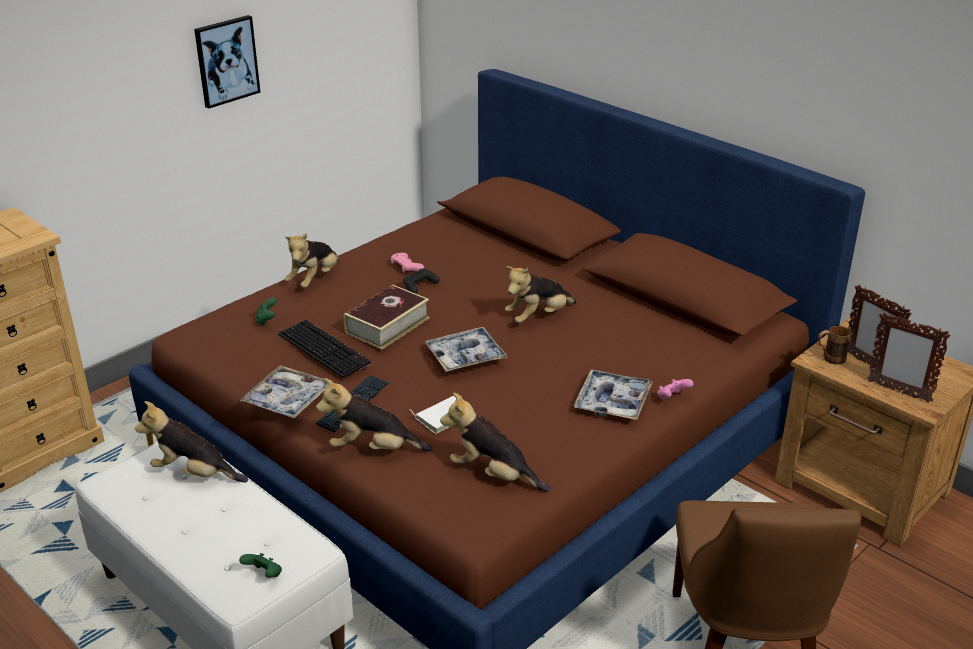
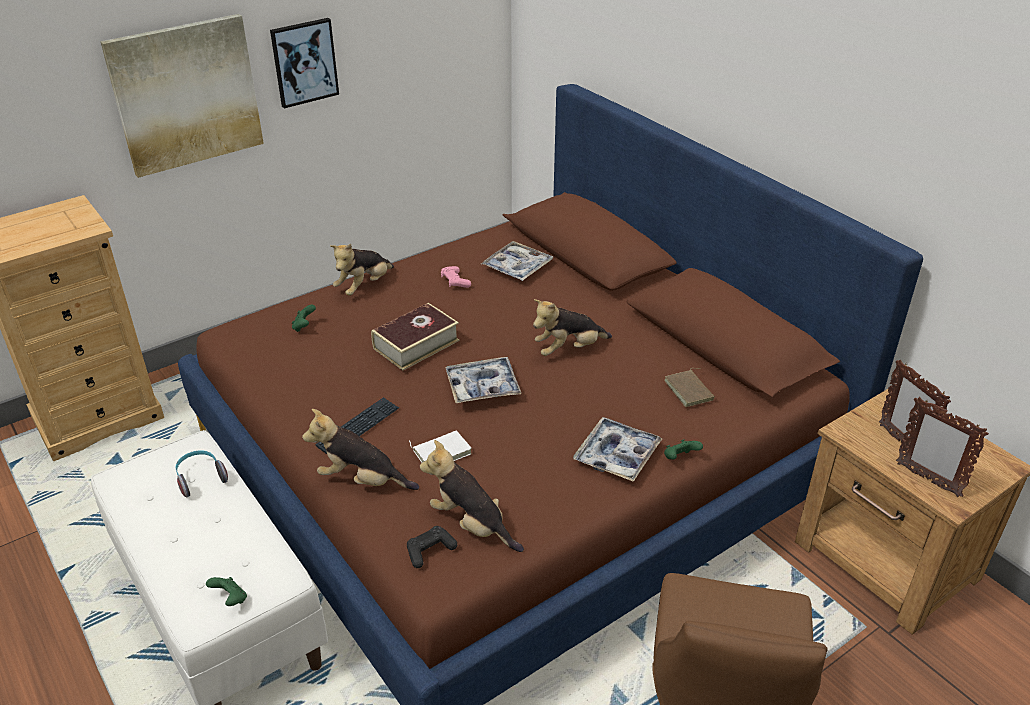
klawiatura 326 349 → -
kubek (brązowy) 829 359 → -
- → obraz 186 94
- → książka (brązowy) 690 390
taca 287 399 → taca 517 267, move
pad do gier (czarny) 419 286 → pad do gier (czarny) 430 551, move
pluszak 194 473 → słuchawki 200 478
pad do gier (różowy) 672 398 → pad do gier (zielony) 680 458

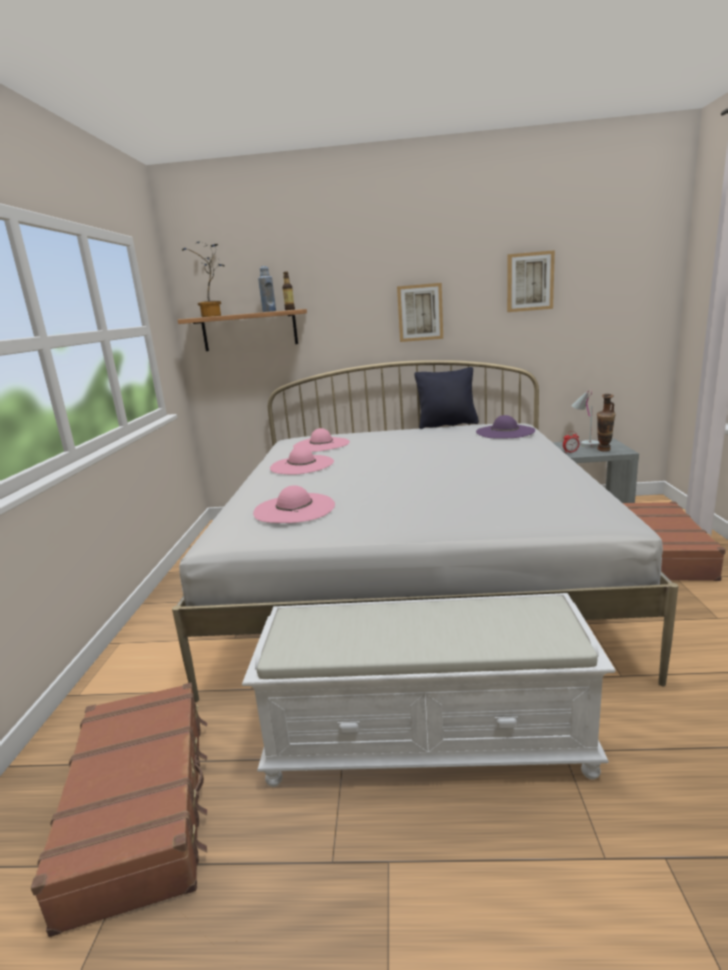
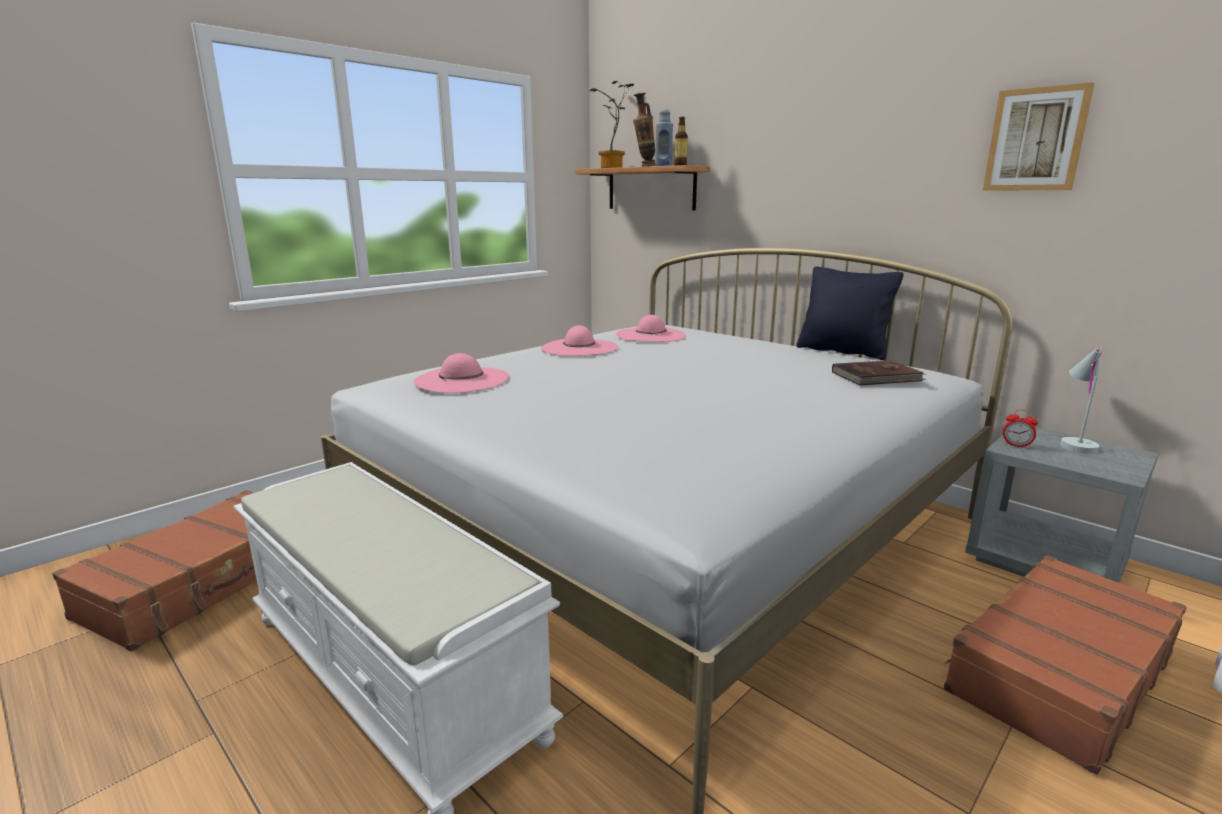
obraz 420 312 → -
wazon 603 451 → wazon 644 167, move
kapelusz (fioletowy) 505 431 → książka (brązowy) 877 377

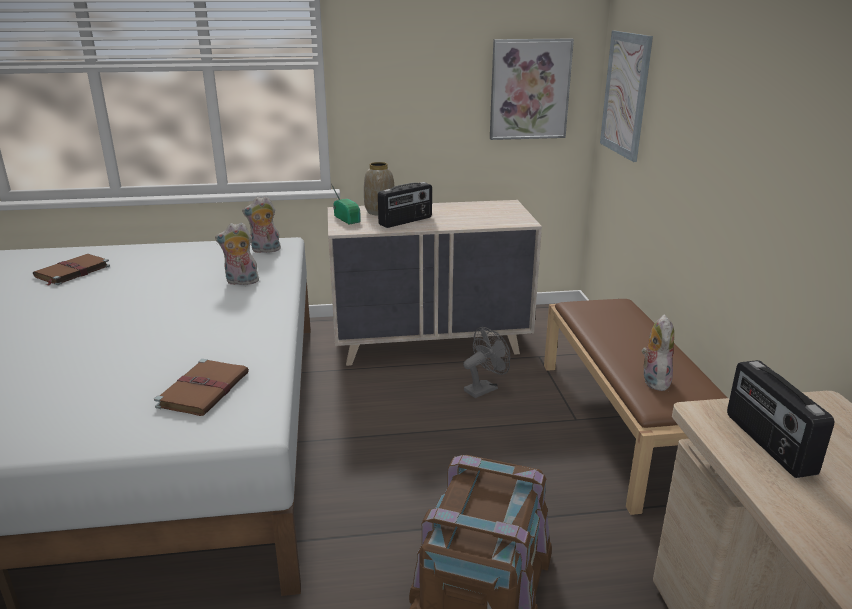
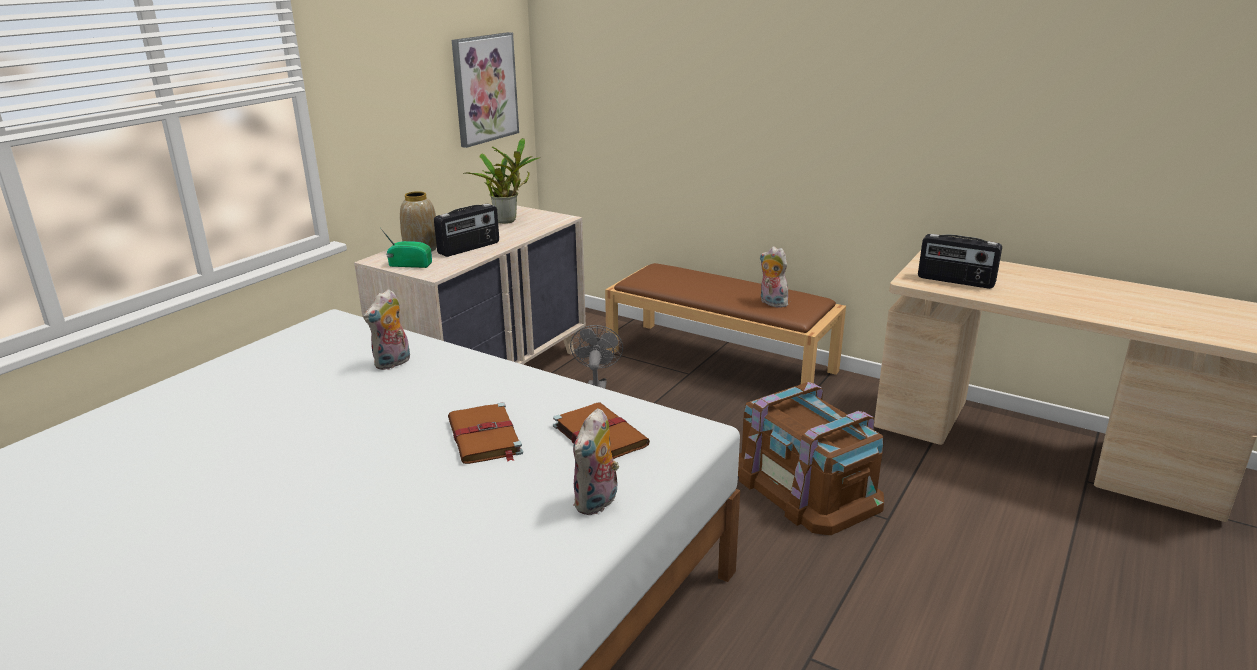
obraz 625 94 → -
- → roślina doniczkowa 508 220
książka (brązowy) 71 272 → książka (brązowy) 485 437, move
pluszak 265 250 → pluszak 597 503, move
radio 406 221 → radio 469 248, 45 degrees clockwise

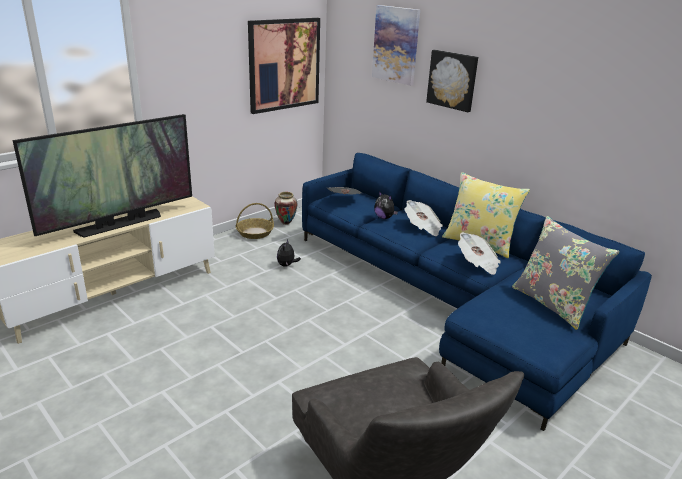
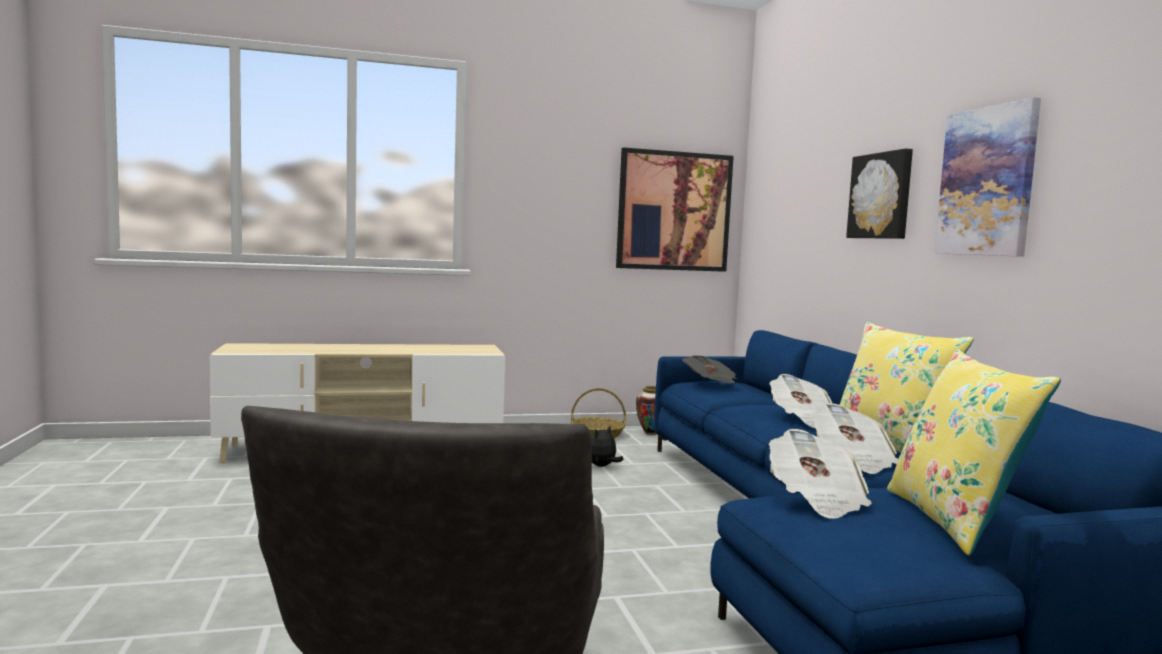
telewizor 120 223 → -
pluszak 384 218 → -
- → gazeta 816 500
obraz 396 45 → obraz 987 182, move
poduszka (szary) 553 304 → poduszka (żółty) 954 521

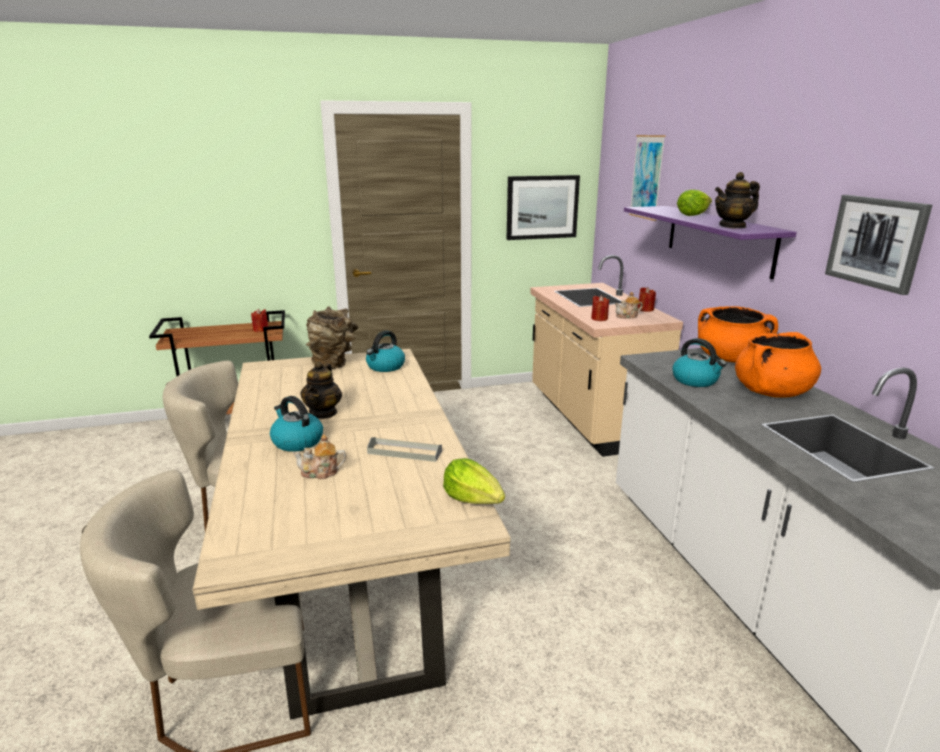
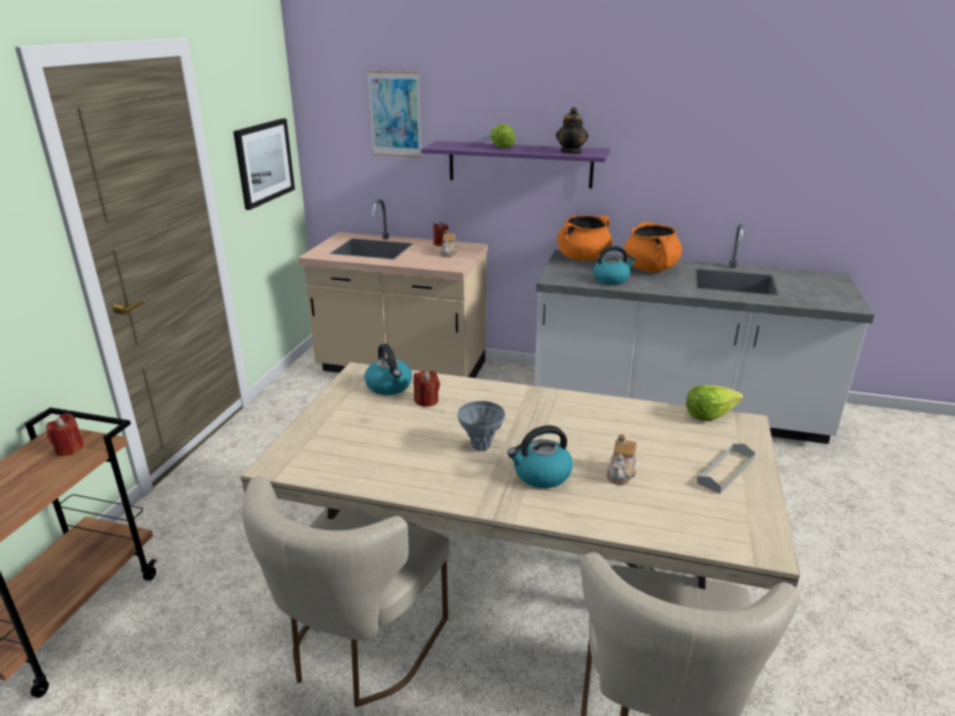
wazon (brązowy) 334 364 → -
obraz 876 242 → -
taca (szary) 404 452 → taca (szary) 726 471, move
świeca (czerwony) 599 318 → świeca (czerwony) 426 400, move
imbryk 323 413 → wazon (szary) 481 446

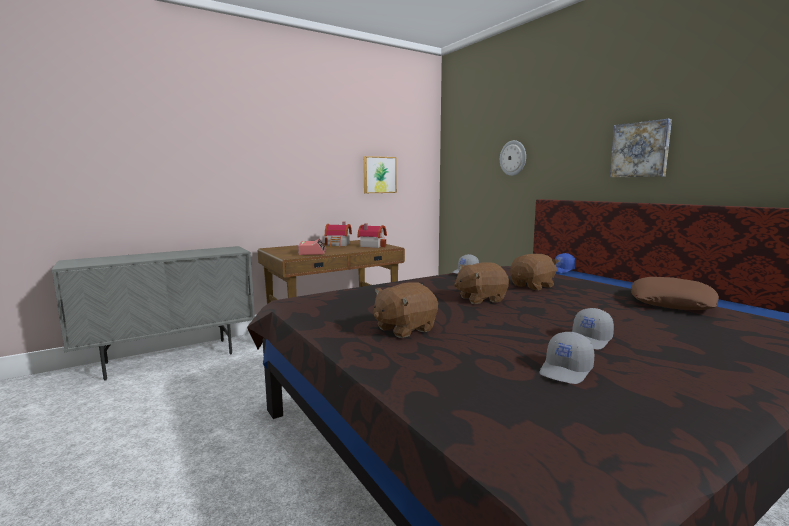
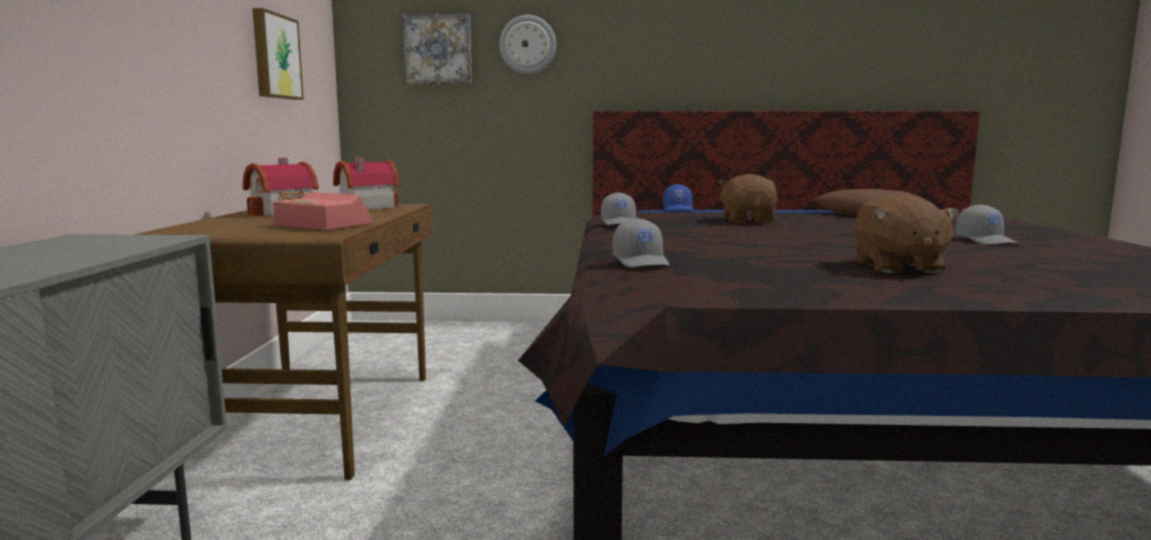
pluszak (brązowy) 480 299 → -
czapka z daszkiem (szary) 566 371 → czapka z daszkiem (szary) 642 261, move
obraz 640 150 → obraz 438 50, move

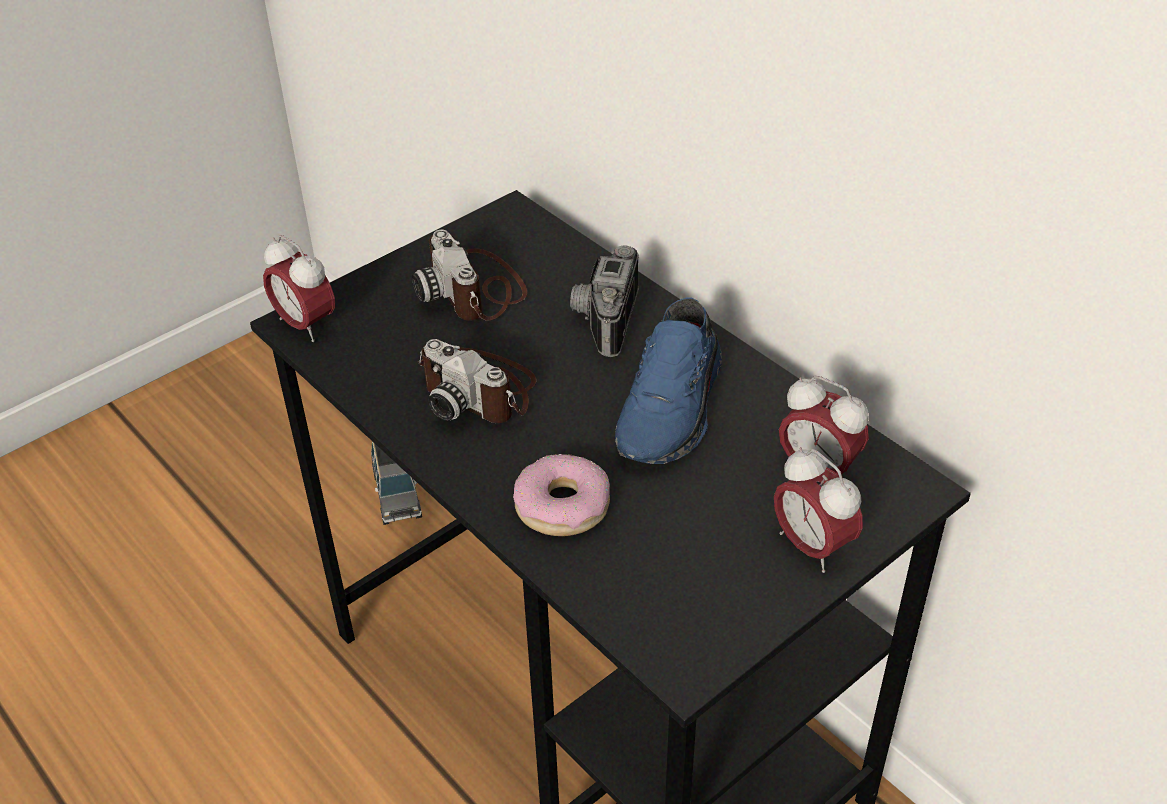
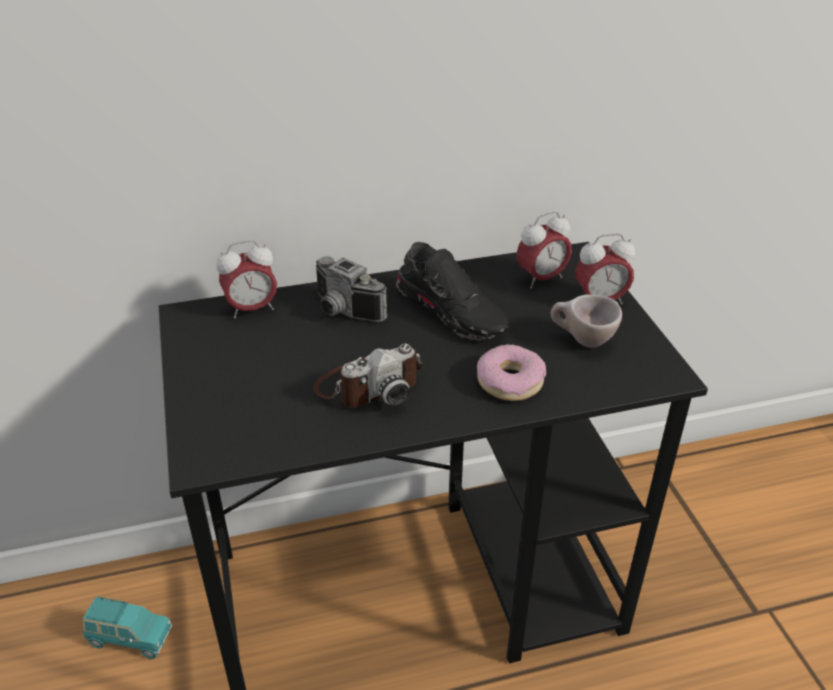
aparat fotograficzny 475 290 → -
- → filiżanka (beżowy) 581 341
budzik 305 325 → budzik 252 309, move
samochodzik (szary) 397 494 → samochodzik (turkusowy) 129 638
but (niebieski) 674 408 → but (czarny) 453 310

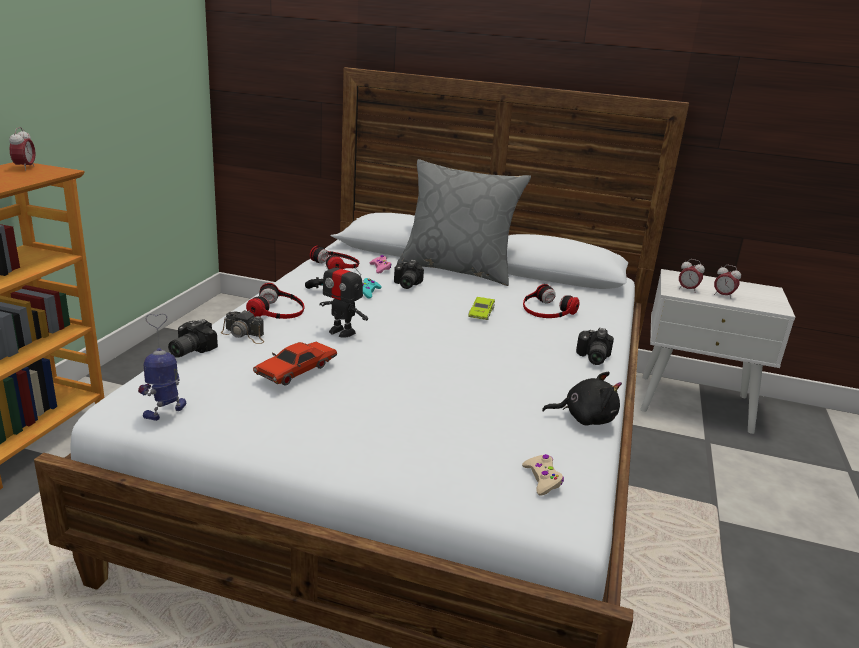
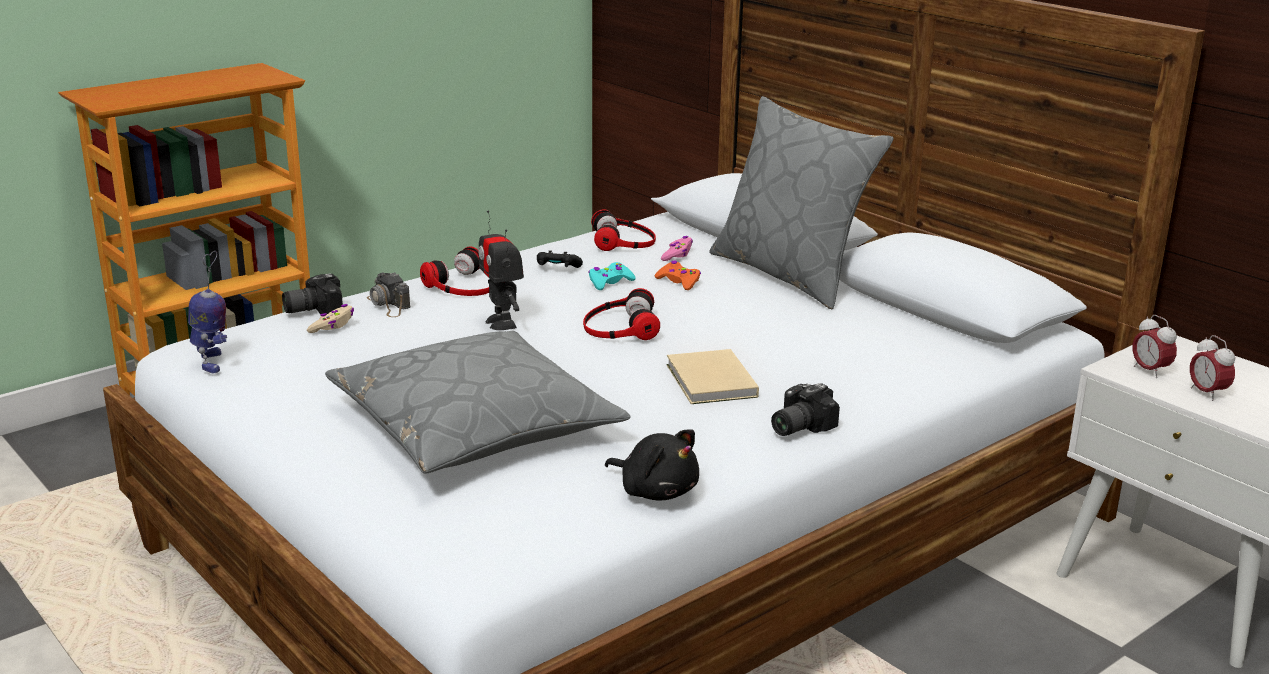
budzik 25 168 → -
samochodzik (czerwony) 296 370 → -
samochodzik (zielony) 481 313 → -
- → poduszka (szary) 475 426
- → książka (beżowy) 710 382
pad do gier (beżowy) 542 479 → pad do gier (beżowy) 332 325, move
słuchawki 546 310 → słuchawki 620 327, move
aparat fotograficzny 405 284 → pad do gier (pomarańczowy) 679 281
robot zabawkowy 166 411 → robot zabawkowy 212 363, 90 degrees clockwise

